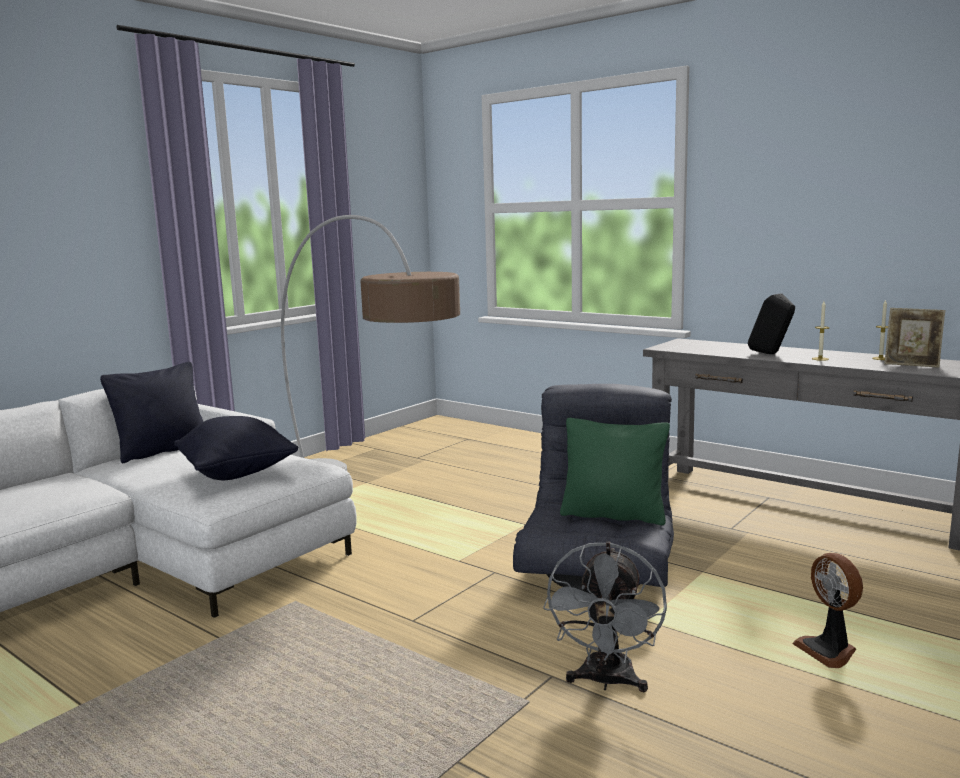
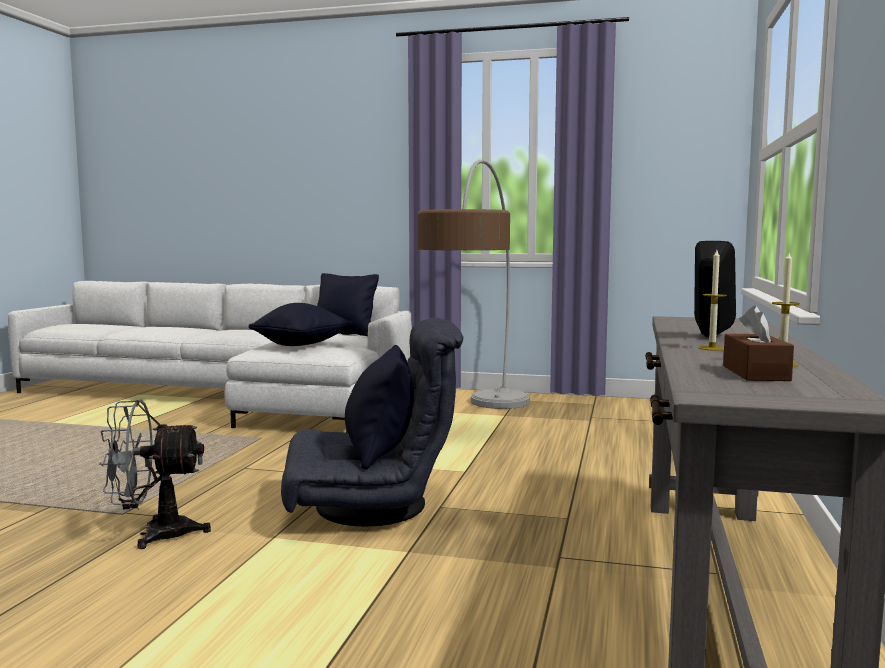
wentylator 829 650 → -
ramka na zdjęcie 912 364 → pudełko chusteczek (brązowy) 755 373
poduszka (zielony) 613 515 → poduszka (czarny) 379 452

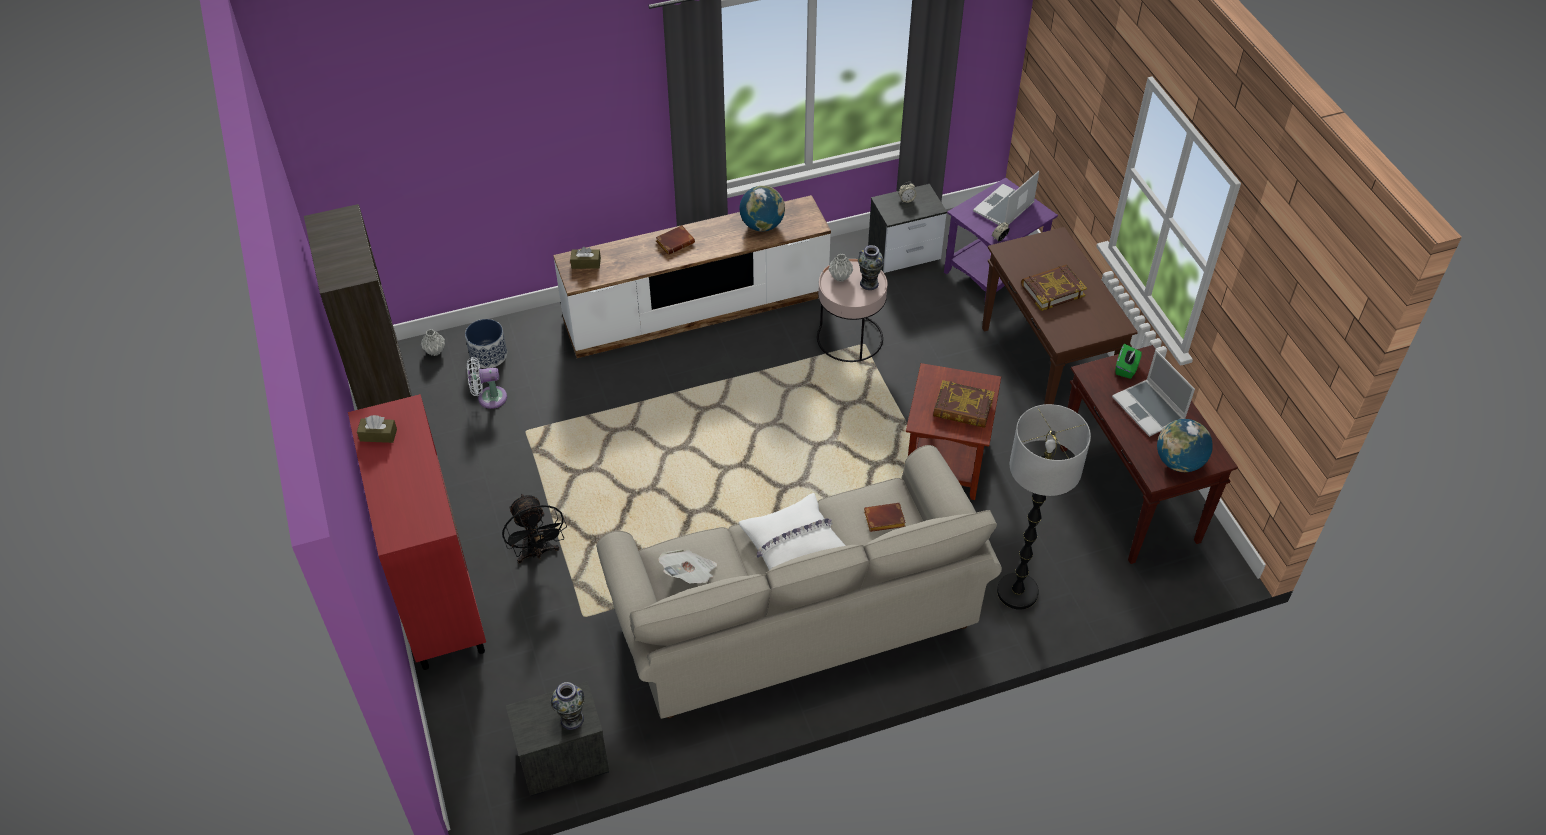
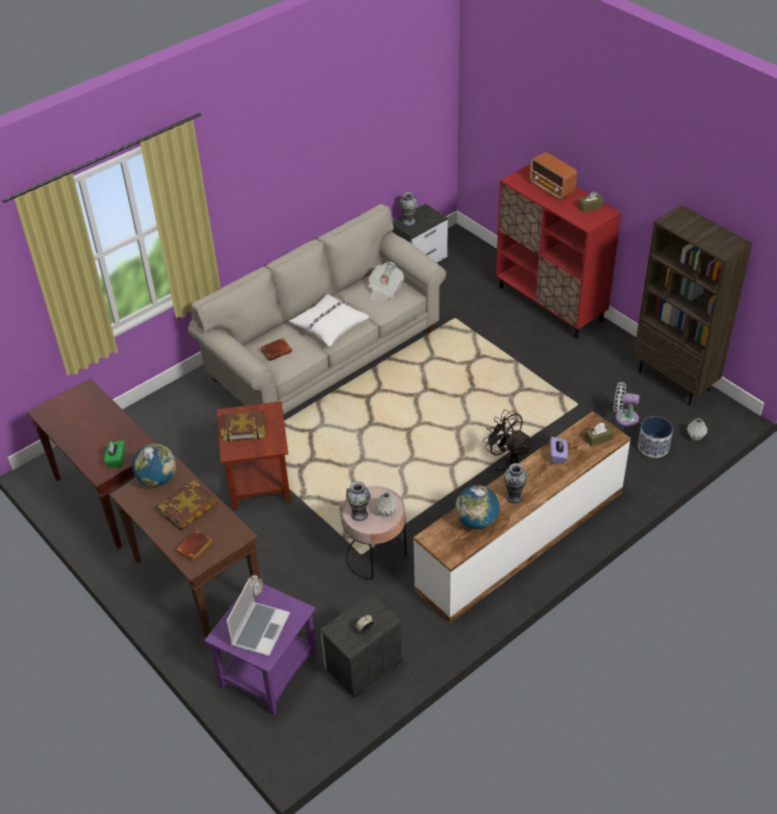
lampa stojąca 1017 592 → -
laptop 1149 409 → -
- → wazon 514 497
- → radio 552 189
- → pudełko chusteczek (fioletowy) 558 456
wentylator (czarny) 537 553 → wentylator (czarny) 508 464, move
książka (brązowy) 675 242 → książka (brązowy) 195 548, move
globus 1179 462 → globus 157 479, move
wentylator (biały) 489 398 → wentylator (biały) 624 417, 135 degrees counterclockwise

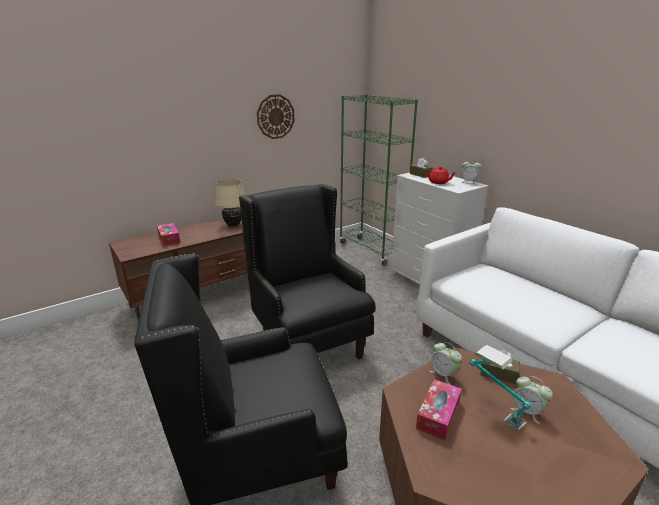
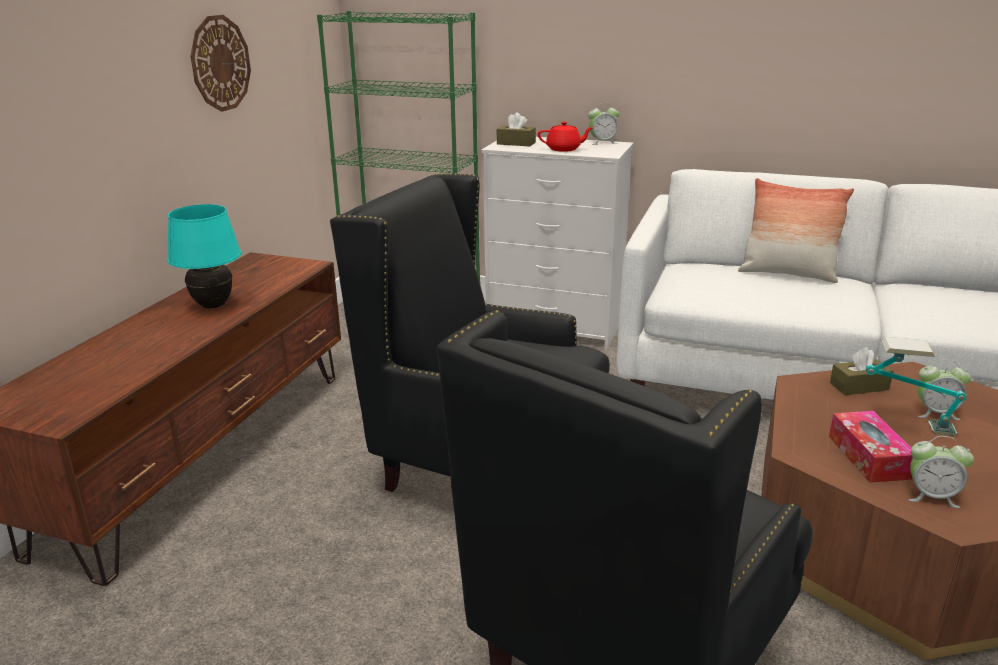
pudełko chusteczek 169 238 → -
- → poduszka 787 274
budzik 443 374 → budzik 931 496, move
lampa stołowa (beżowy) 233 225 → lampa stołowa (turkusowy) 213 305

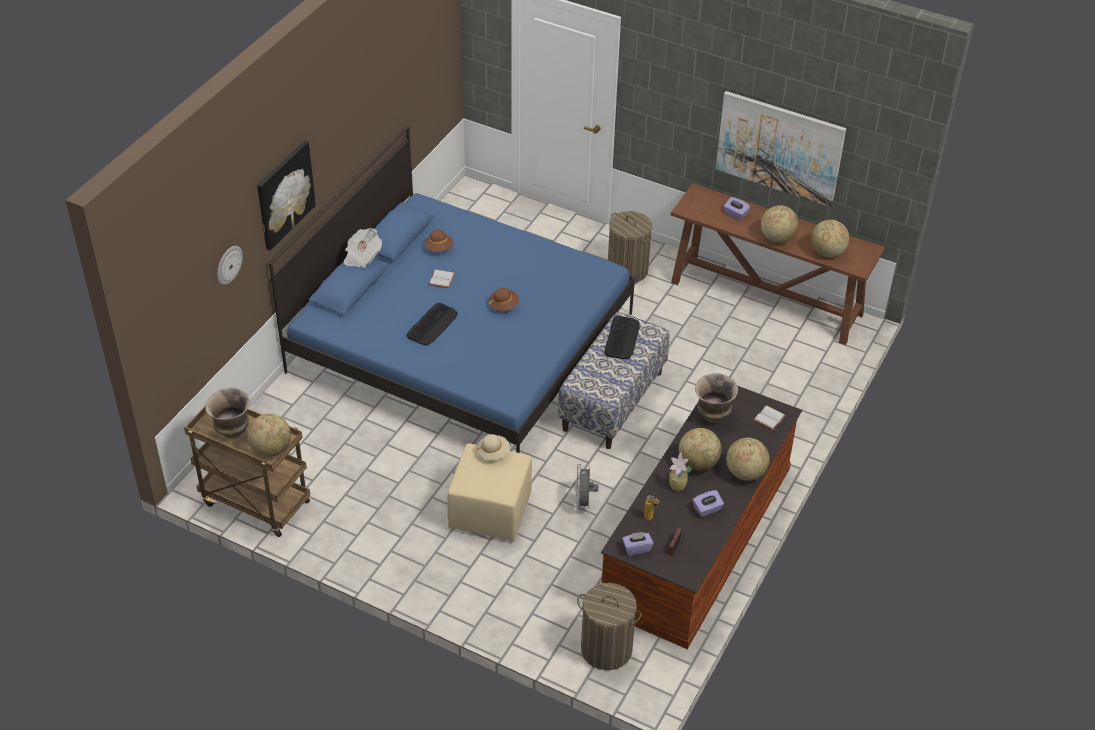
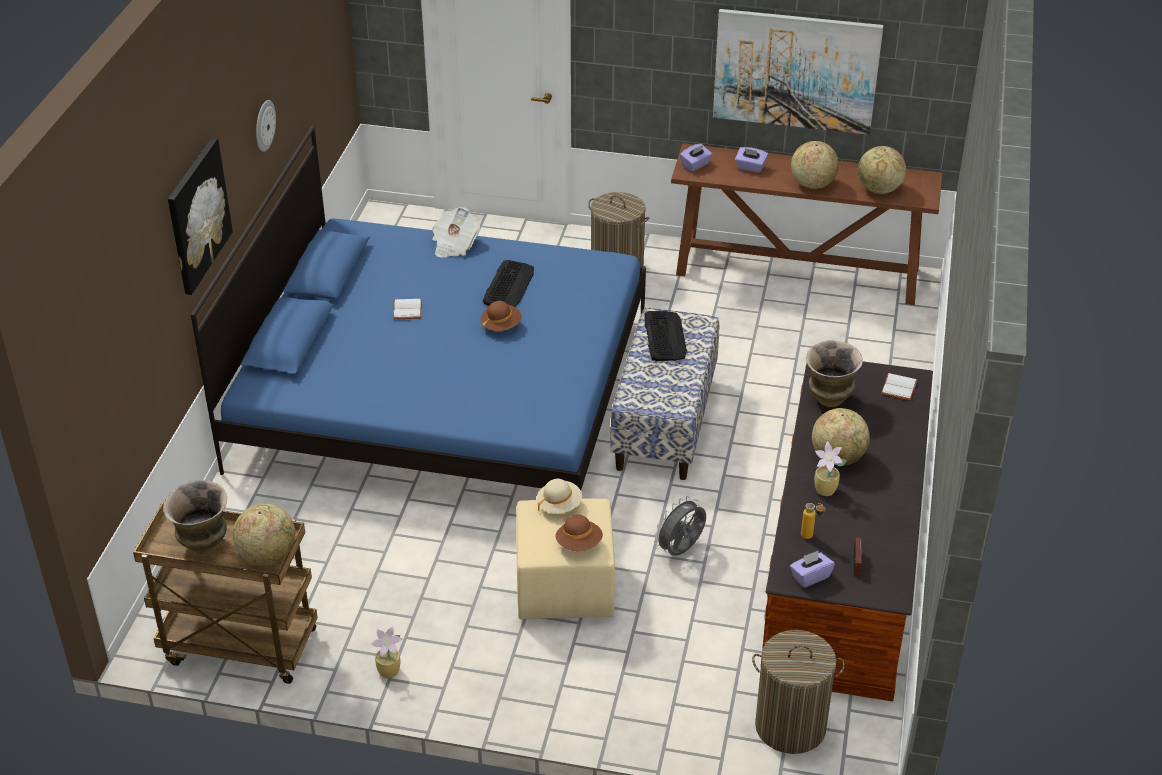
globus 745 473 → -
- → roślina doniczkowa 390 672
zegar ścienny 228 264 → zegar ścienny 264 125, move
gazeta 362 257 → gazeta 454 245, move
klawiatura 432 324 → klawiatura 509 285, move
kapelusz (brązowy) 439 248 → kapelusz (brązowy) 579 543, move
pudełko chusteczek (fioletowy) 707 509 → pudełko chusteczek (fioletowy) 695 165, move
wentylator (szary) 583 503 → wentylator (szary) 681 551, 60 degrees clockwise

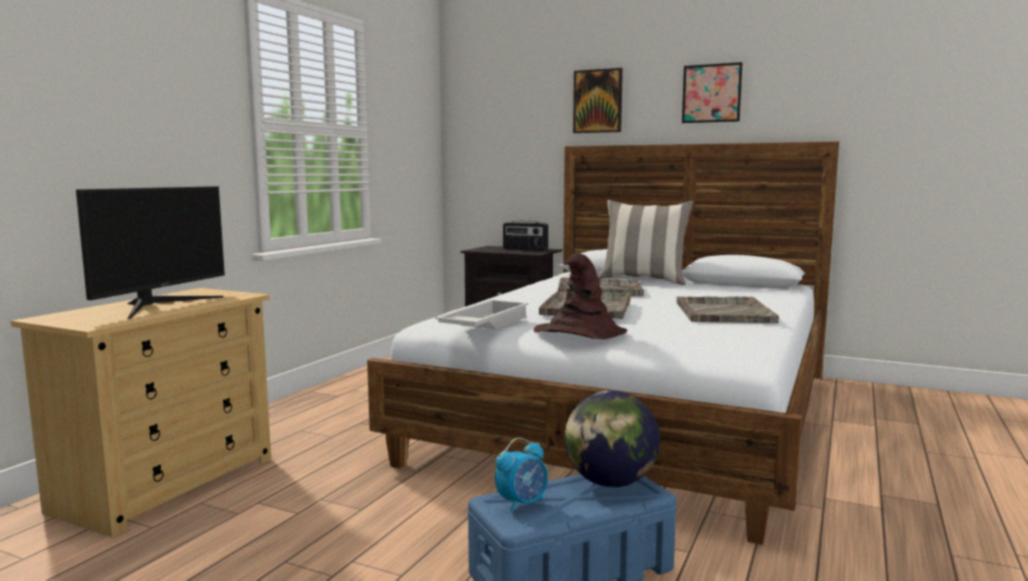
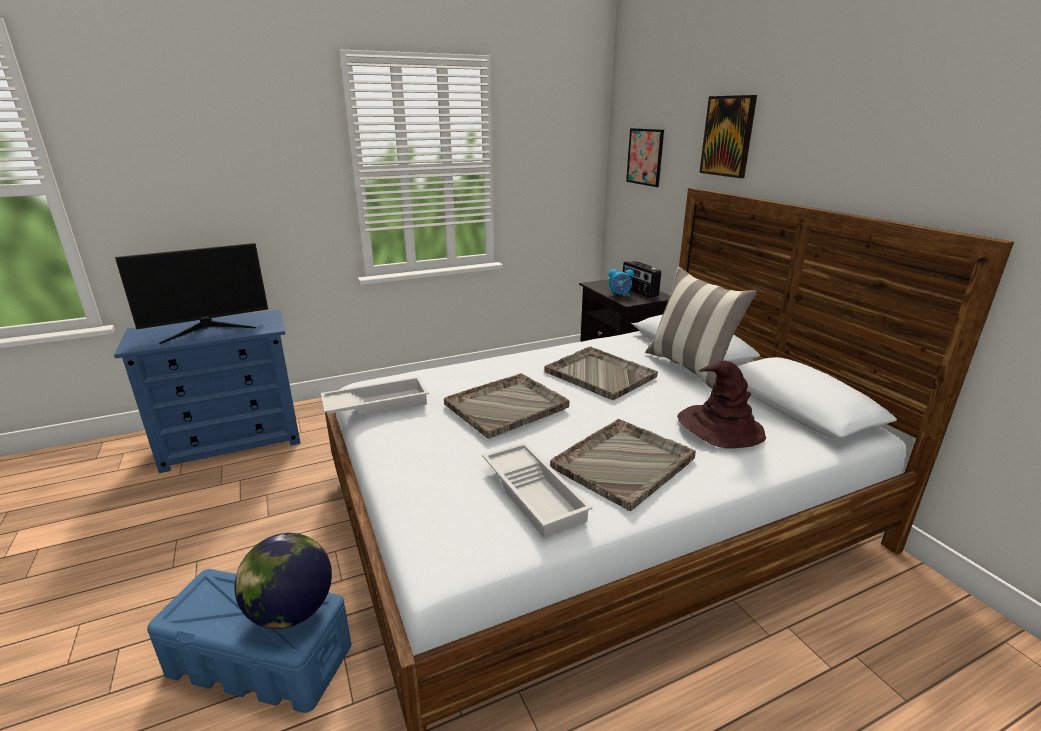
- → taca (biały) 535 494
budzik 522 503 → budzik 620 295, move
kapelusz (brązowy) 579 333 → kapelusz (brązowy) 718 428, move
obraz 711 93 → obraz 645 157, move
komoda (beżowy) 167 484 → komoda (niebieski) 233 441

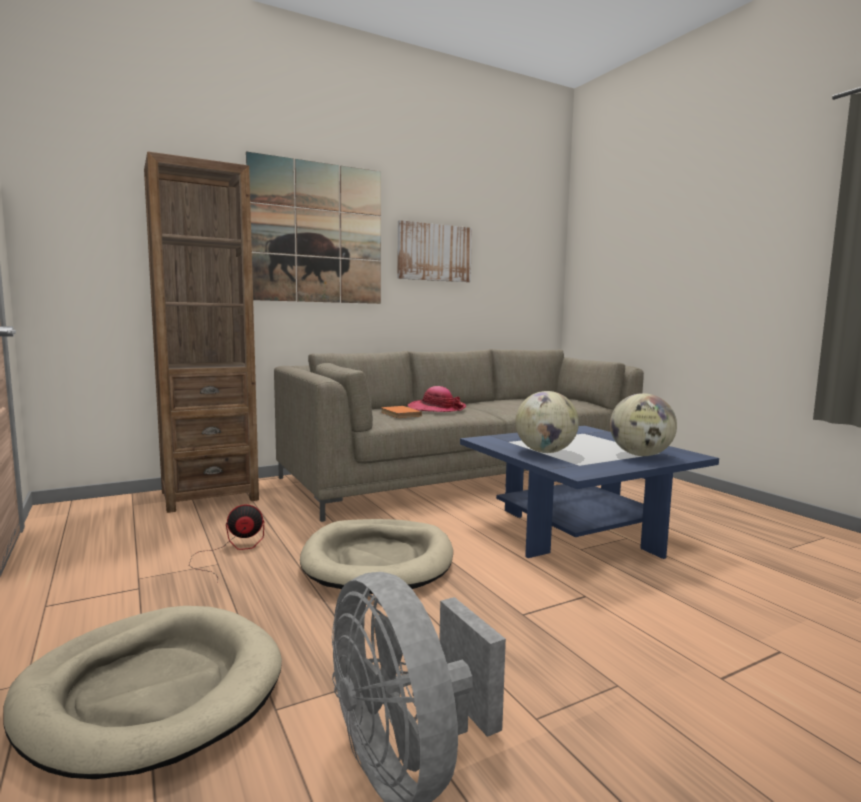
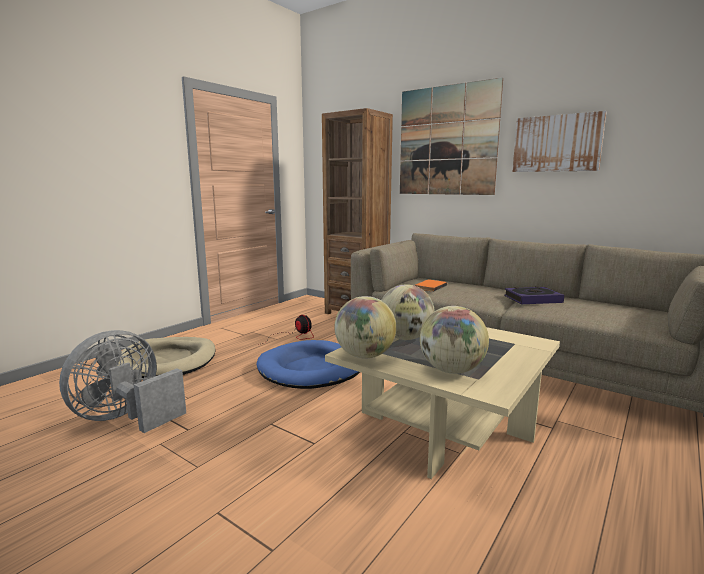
kapelusz 436 409 → -
- → globus 364 356
- → książka 532 299
legowisko (beżowy) 378 561 → legowisko (niebieski) 312 369
ława (niebieski) 577 532 → ława (beżowy) 443 425

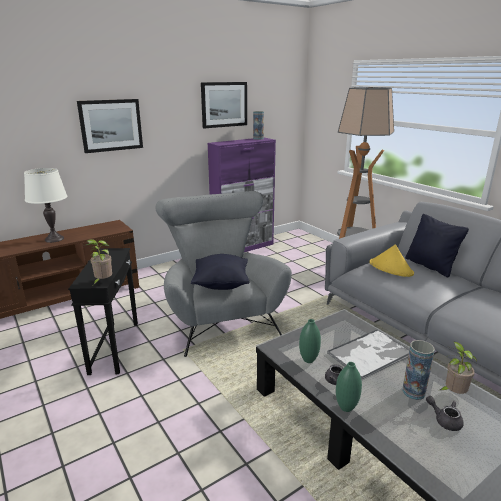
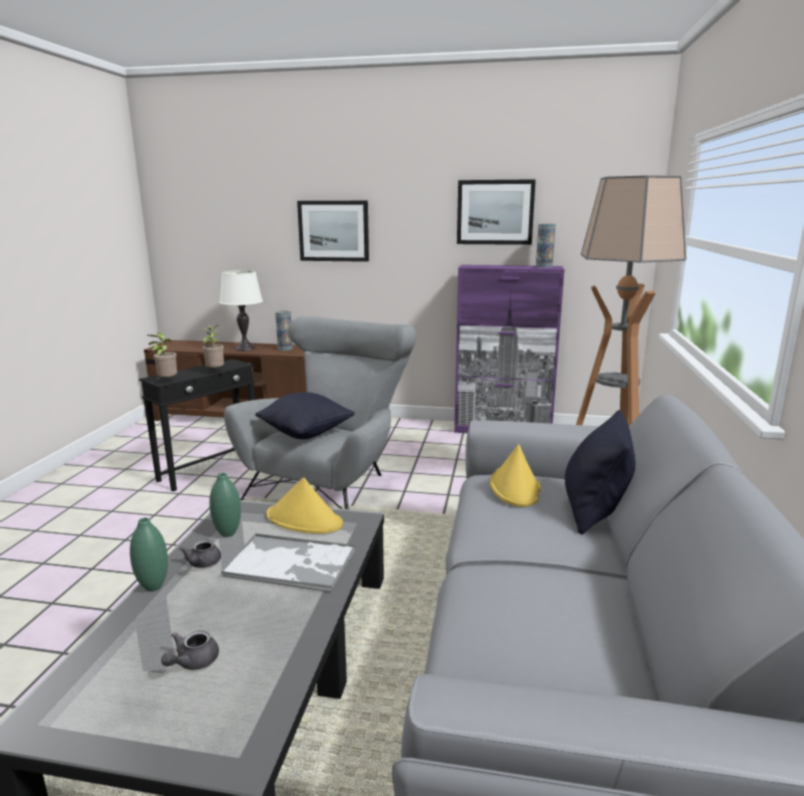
- → kapelusz (żółty) 304 520
wazon 413 392 → wazon 285 348, move
roślina doniczkowa 453 393 → roślina doniczkowa 215 372, move
imbryk (szary) 444 420 → imbryk (szary) 192 662, 150 degrees counterclockwise

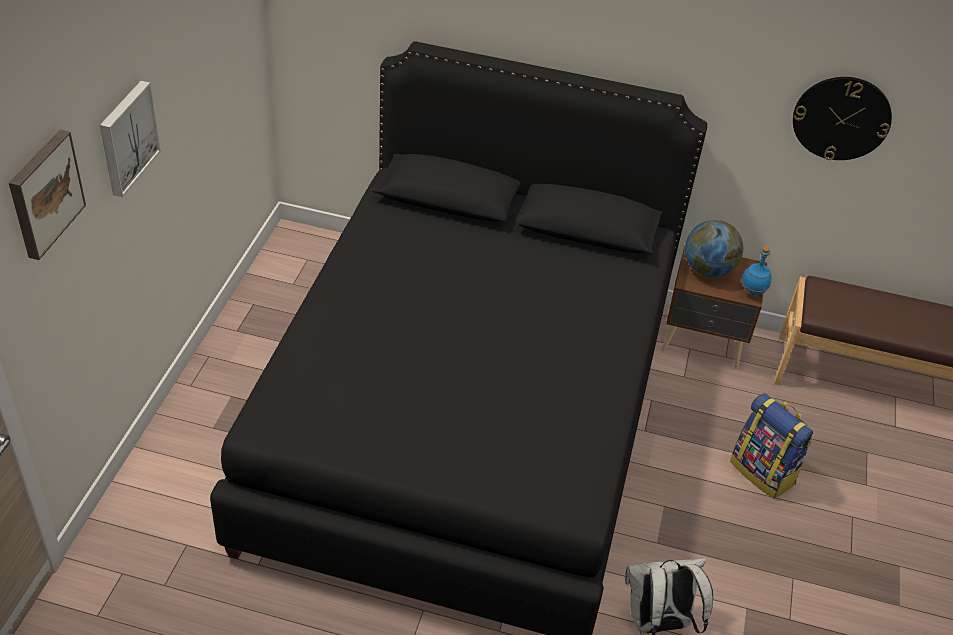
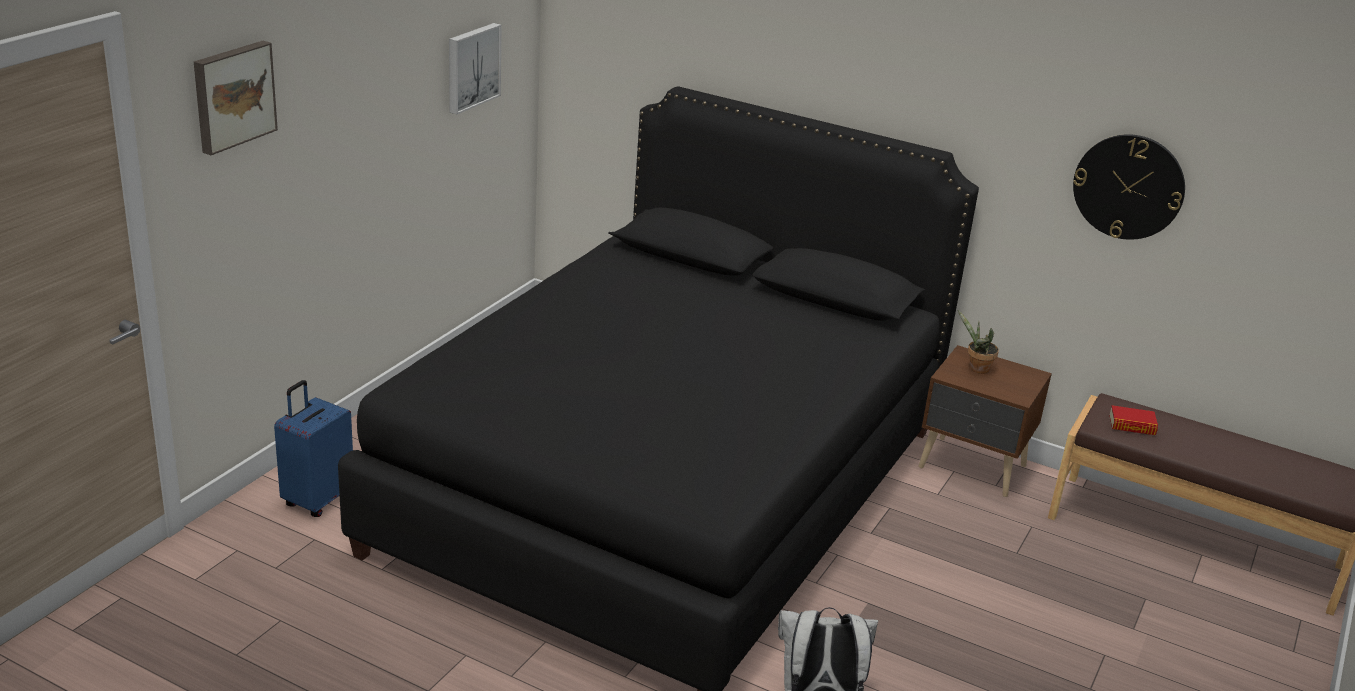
plecak 763 472 → -
butelka (niebieski) 753 292 → -
- → walizka (niebieski) 317 499
- → książka 1132 425
obraz 126 137 → obraz 471 67, move
globus 708 270 → roślina doniczkowa 976 368

